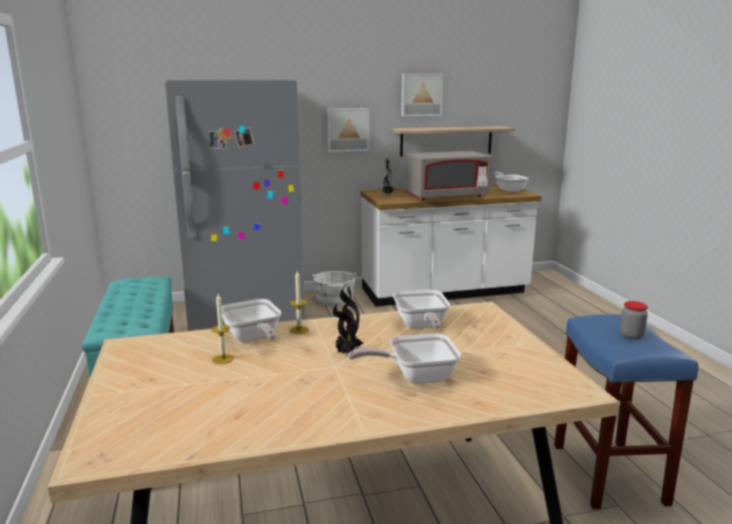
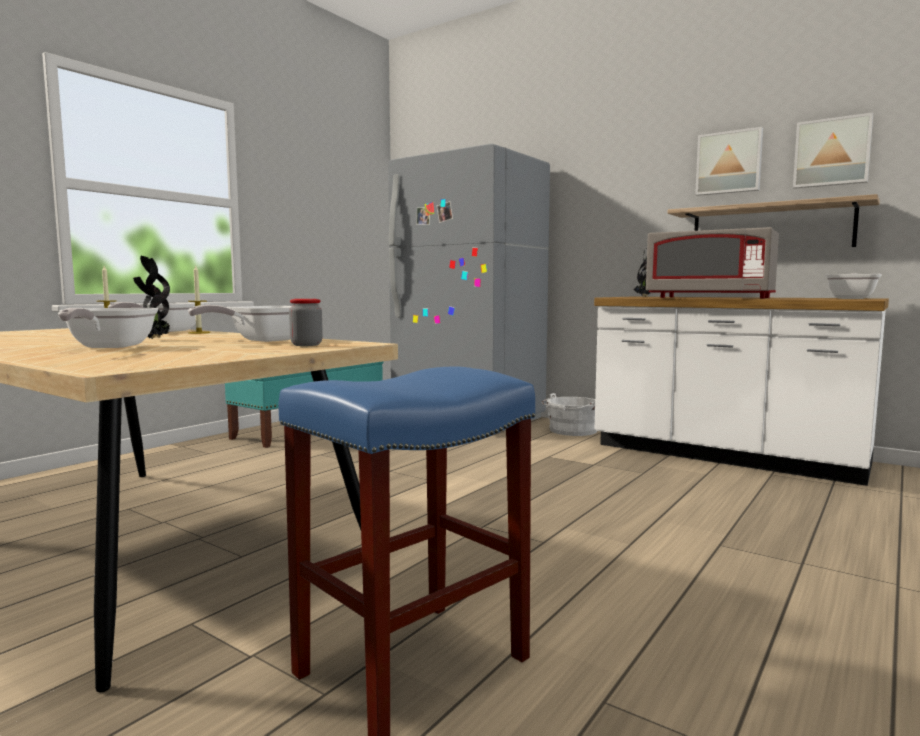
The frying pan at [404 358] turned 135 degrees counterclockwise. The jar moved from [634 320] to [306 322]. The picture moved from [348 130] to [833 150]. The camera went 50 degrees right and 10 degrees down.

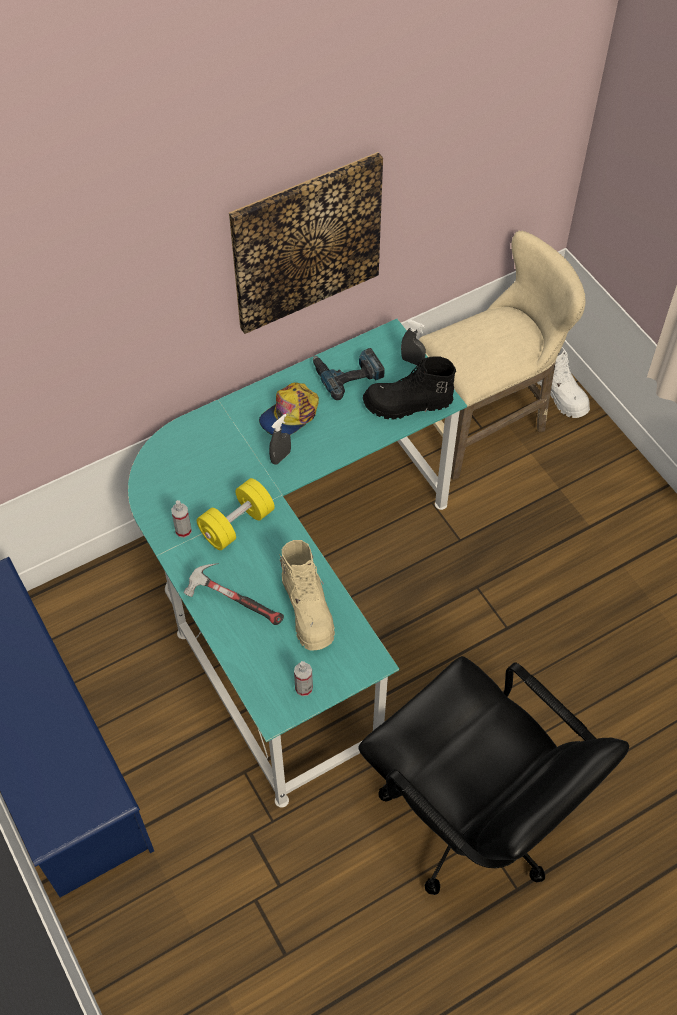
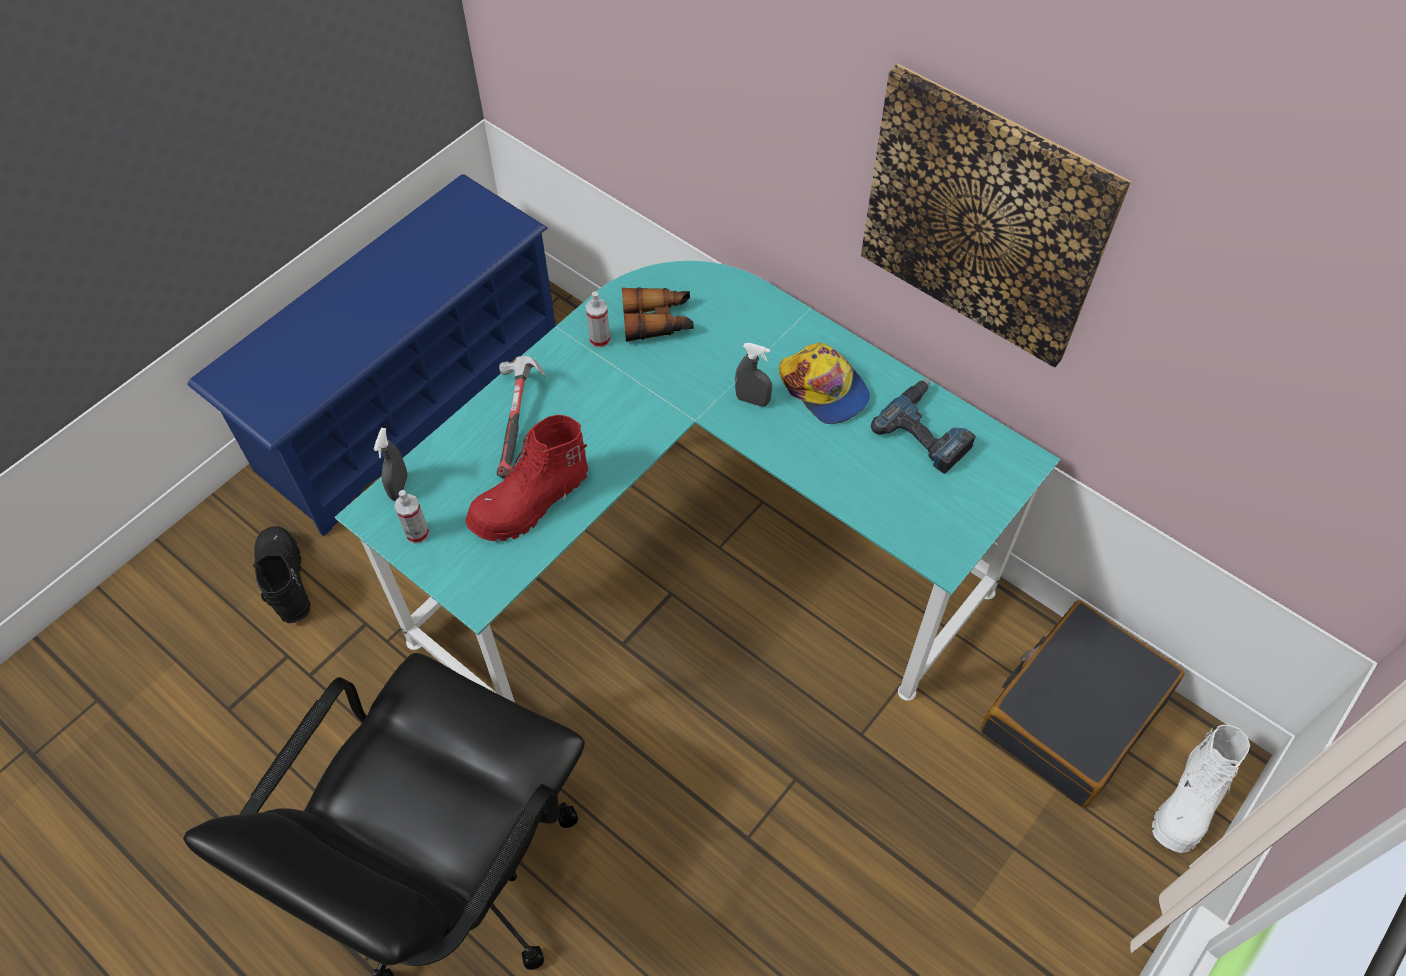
The black boot moved from [409 388] to [282 574]. The grey spray bottle moved from [413 343] to [391 464]. The beige boot at [307 595] became the red boot at [526 478]. The binoculars at [658 314] appeared. The cap at [289 409] turned 150 degrees counterclockwise. The beige stool at [502 355] was replaced by the black suitcase at [1082 704]. The yellow dumbbell at [236 514] disappeared. The camera went 70 degrees right and 0 degrees up.

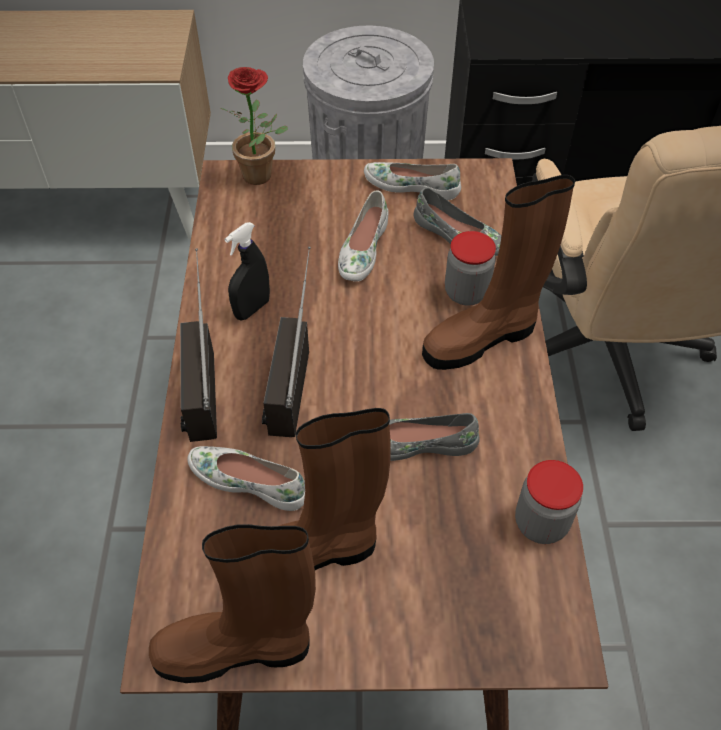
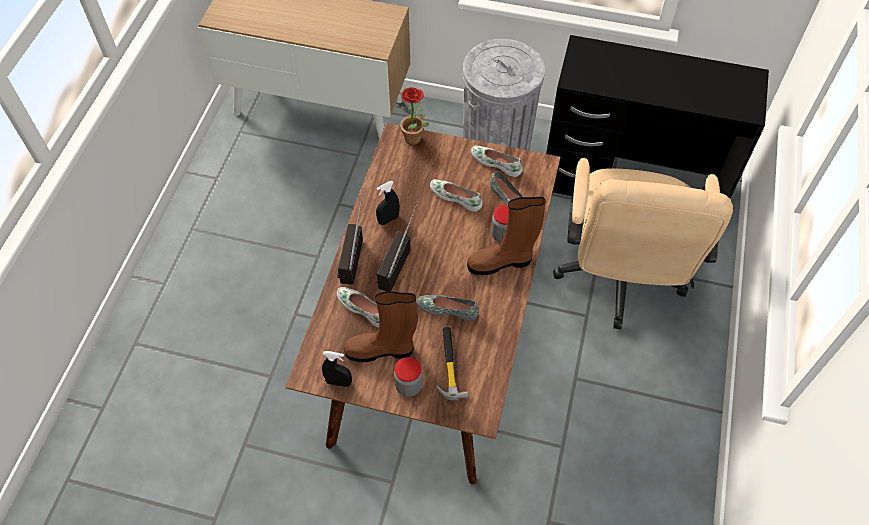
The brown boot at [232 603] was replaced by the black spray bottle at [337 369]. The jar moved from [549 502] to [408 377]. The white shoe at [363 236] turned 90 degrees clockwise. The hammer at [452 363] appeared. The camera went 15 degrees right and 5 degrees up.

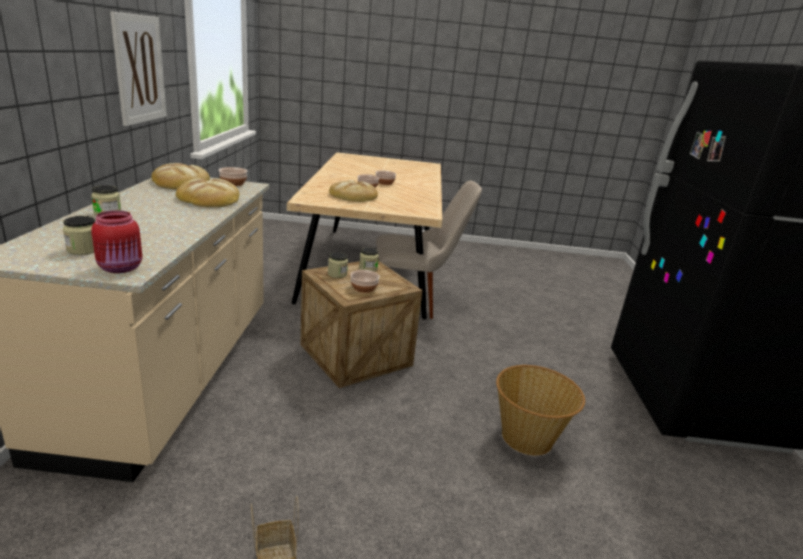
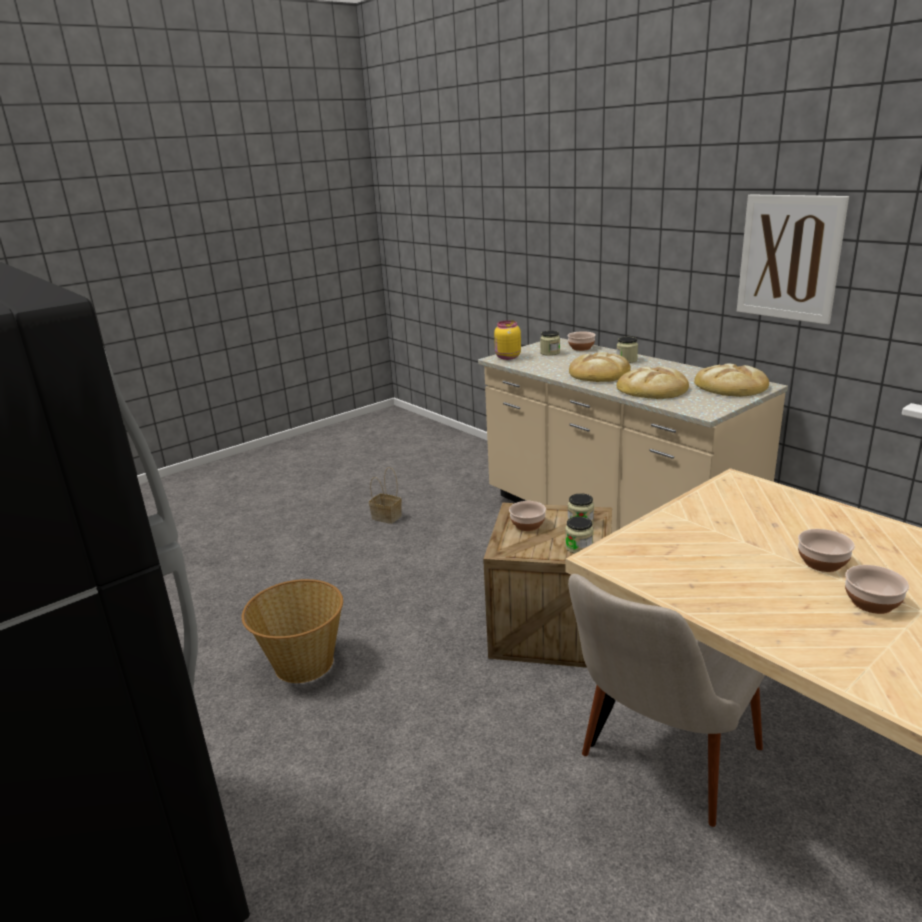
The red jar at [116 241] became the yellow jar at [507 340]. The bowl moved from [233 176] to [582 341]. The bread moved from [353 191] to [600 367]. The camera went 140 degrees right and 0 degrees up.

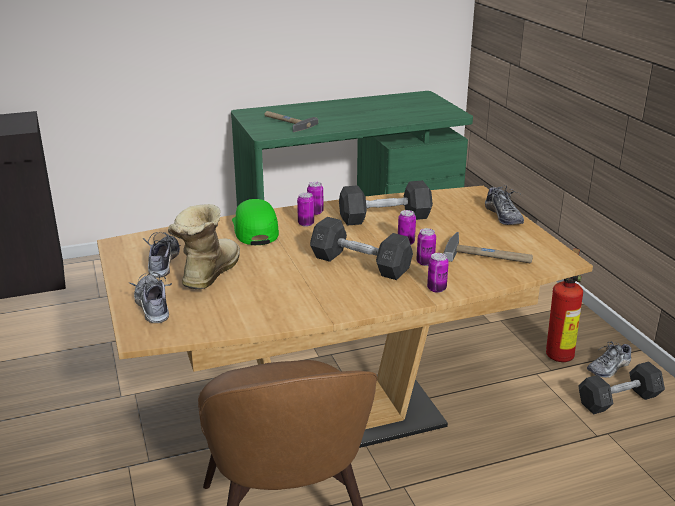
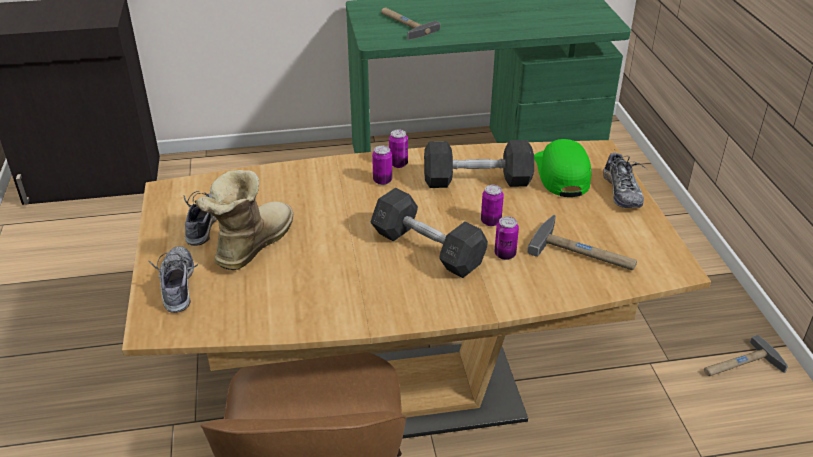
The green cap moved from [255 222] to [562 168]. The shoe at [609 359] was replaced by the hammer at [746 355]. The can at [438 273] disappeared. The fire extinguisher at [564 305] disappeared. The grey dumbbell at [622 388] disappeared. The camera went 10 degrees right and 10 degrees up.

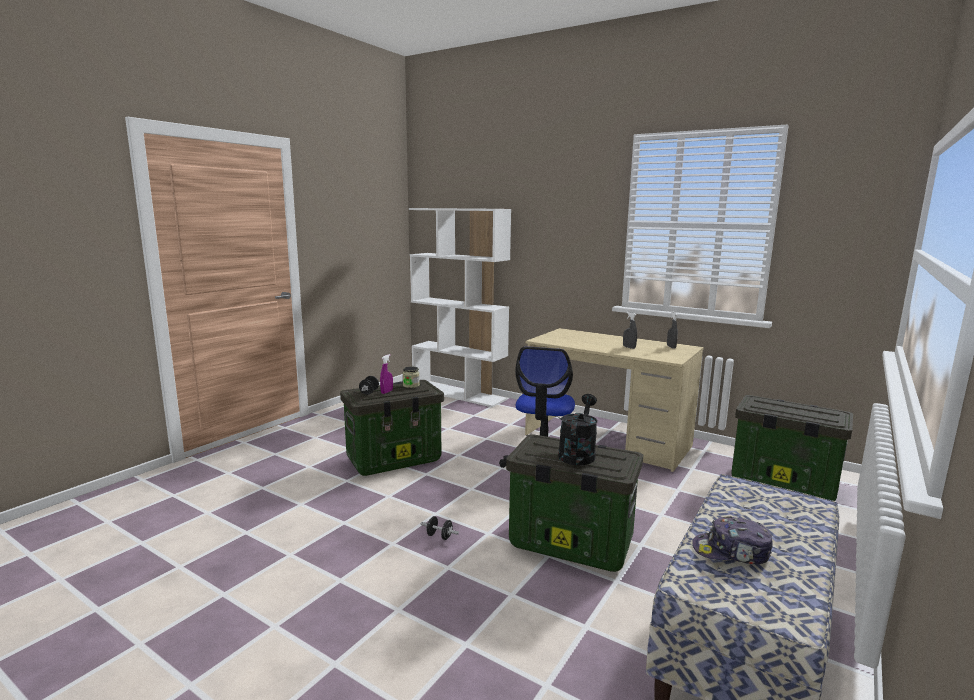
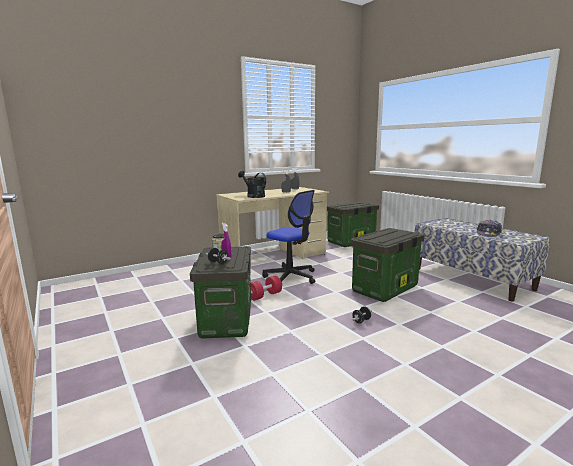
The black watering can moved from [578 429] to [252 184]. The red dumbbell at [266 288] appeared. The white bookcase at [460 307] disappeared. The camera went 65 degrees left and 0 degrees up.

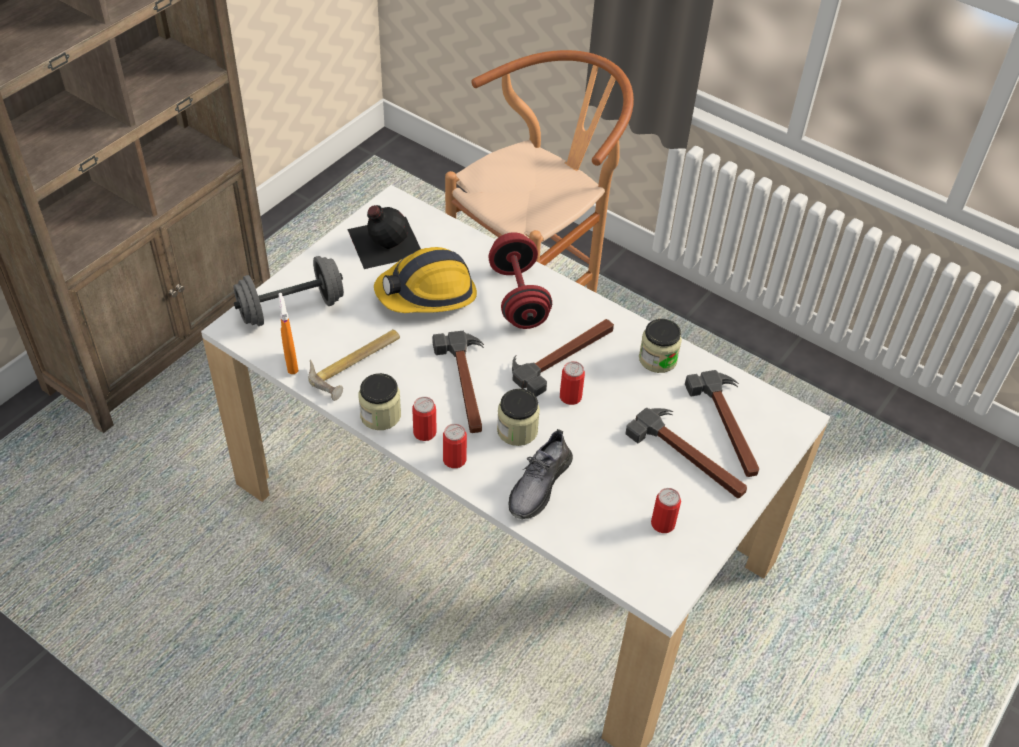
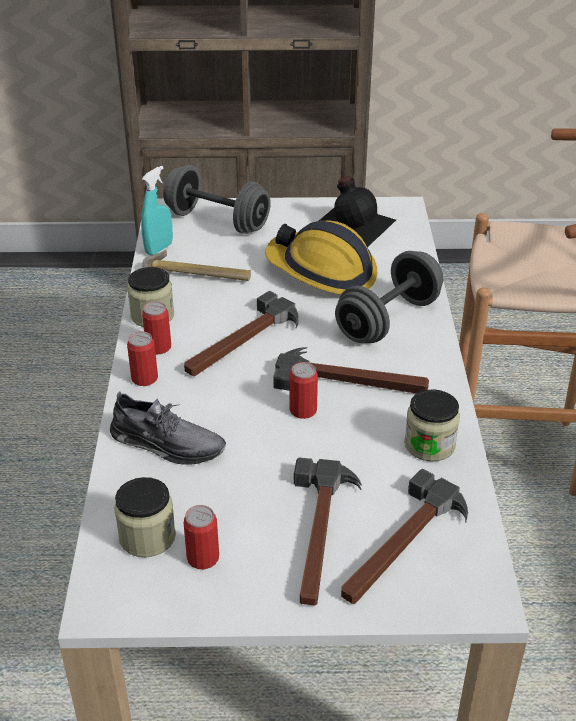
The grey shoe at [541 474] turned 150 degrees counterclockwise. The jar moved from [518 417] to [145 517]. The orange spray bottle at [288 333] became the turquoise spray bottle at [157 210]. The red dumbbell at [520 280] became the grey dumbbell at [389 297]. The camera went 55 degrees right and 10 degrees down.

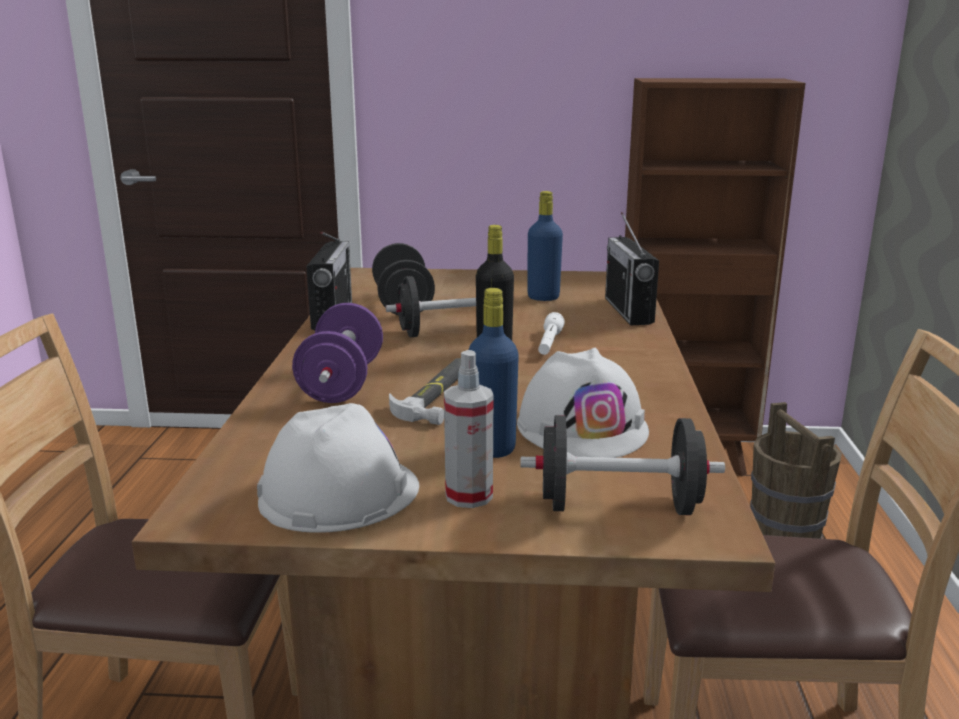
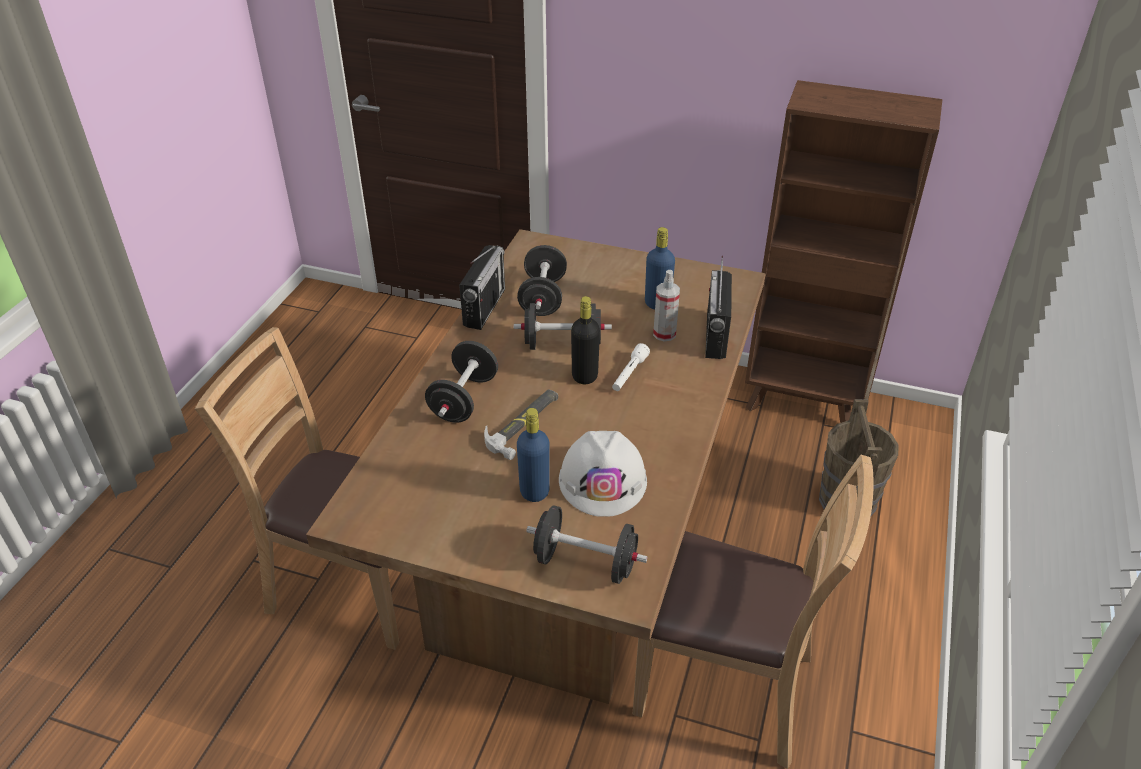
The purple dumbbell at [337 353] became the black dumbbell at [461 382]. The spray bottle moved from [468 429] to [666 305]. The white hard hat at [338 468] disappeared. The camera went 15 degrees right and 20 degrees up.

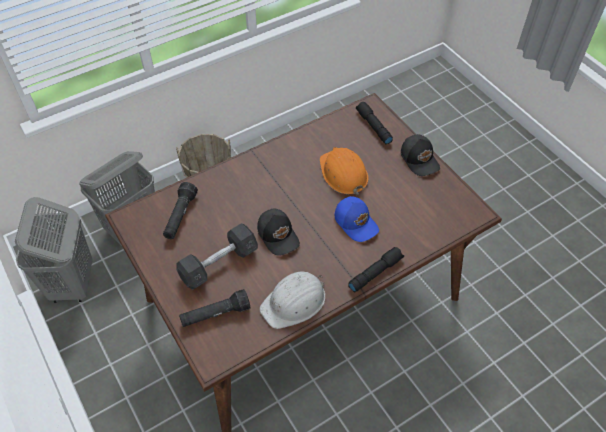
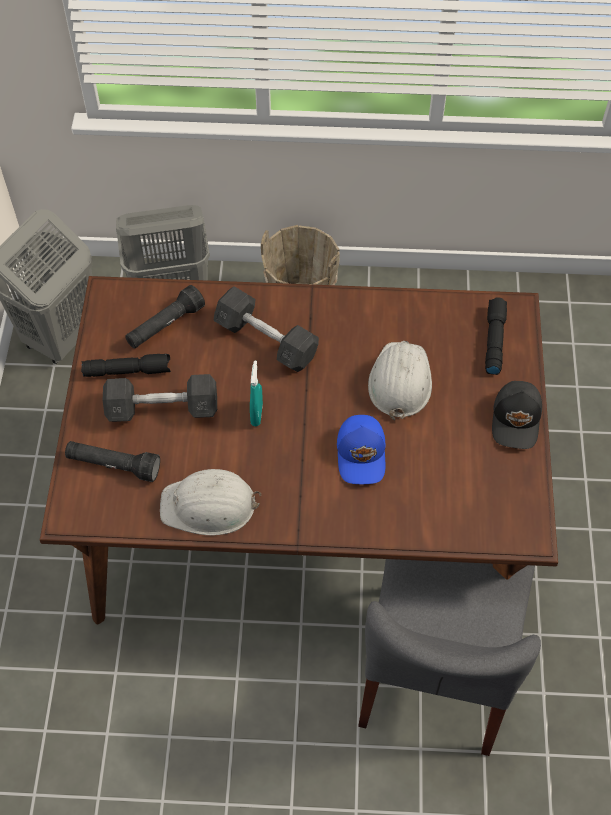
The black flashlight moved from [376 269] to [126 365]. The grey dumbbell at [266 329] appeared. The black cap at [278 232] was replaced by the turquoise spray bottle at [256 393]. The grey chair at [449 657] appeared. The orange hard hat at [344 171] became the white hard hat at [400 381]. The camera went 35 degrees right and 5 degrees up.

